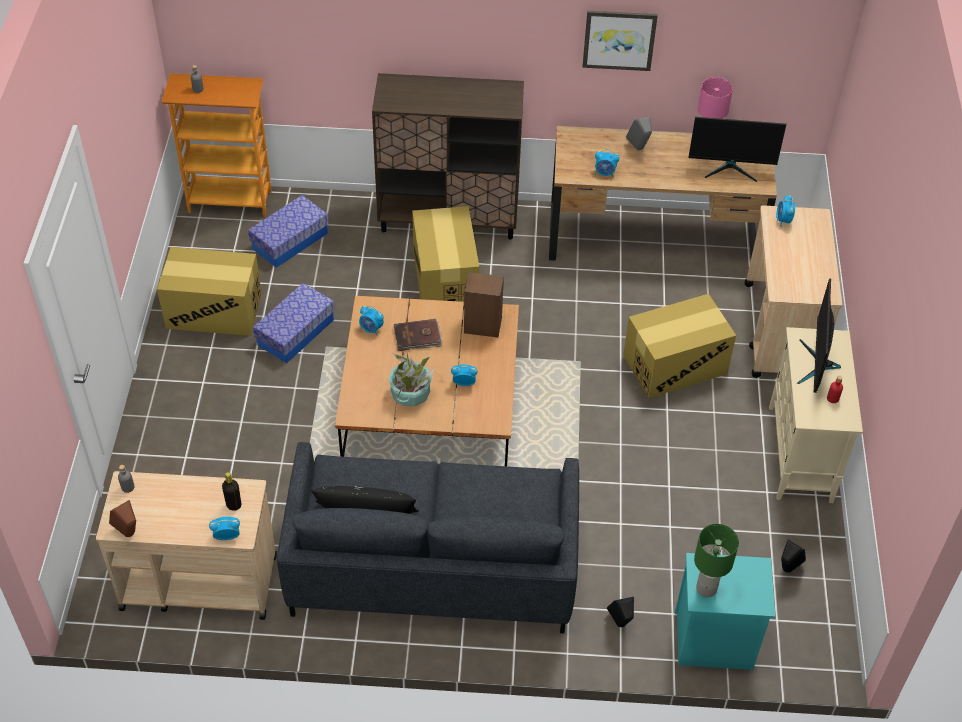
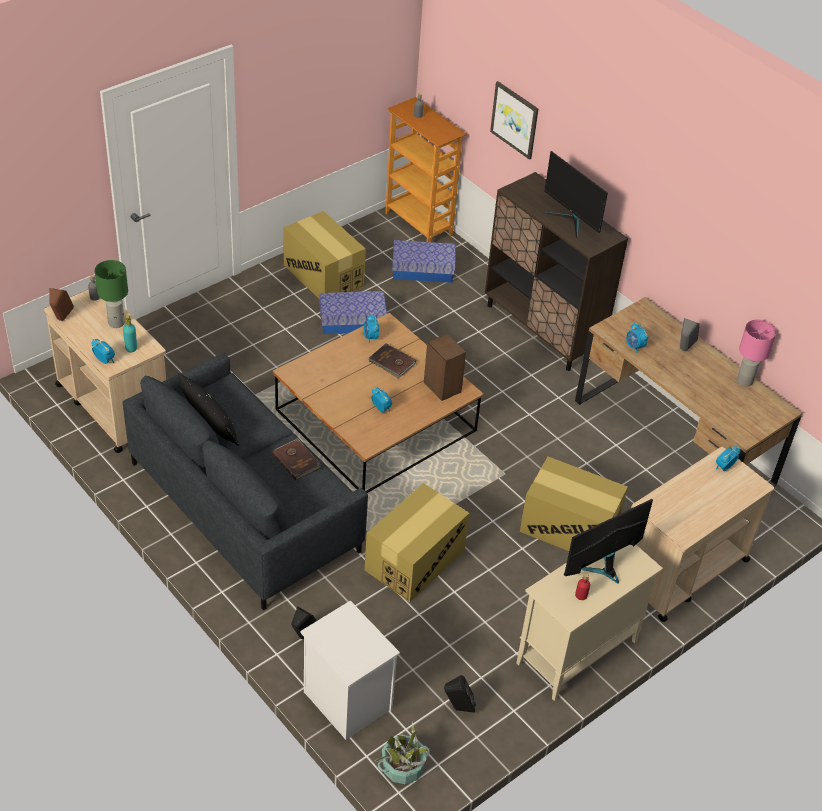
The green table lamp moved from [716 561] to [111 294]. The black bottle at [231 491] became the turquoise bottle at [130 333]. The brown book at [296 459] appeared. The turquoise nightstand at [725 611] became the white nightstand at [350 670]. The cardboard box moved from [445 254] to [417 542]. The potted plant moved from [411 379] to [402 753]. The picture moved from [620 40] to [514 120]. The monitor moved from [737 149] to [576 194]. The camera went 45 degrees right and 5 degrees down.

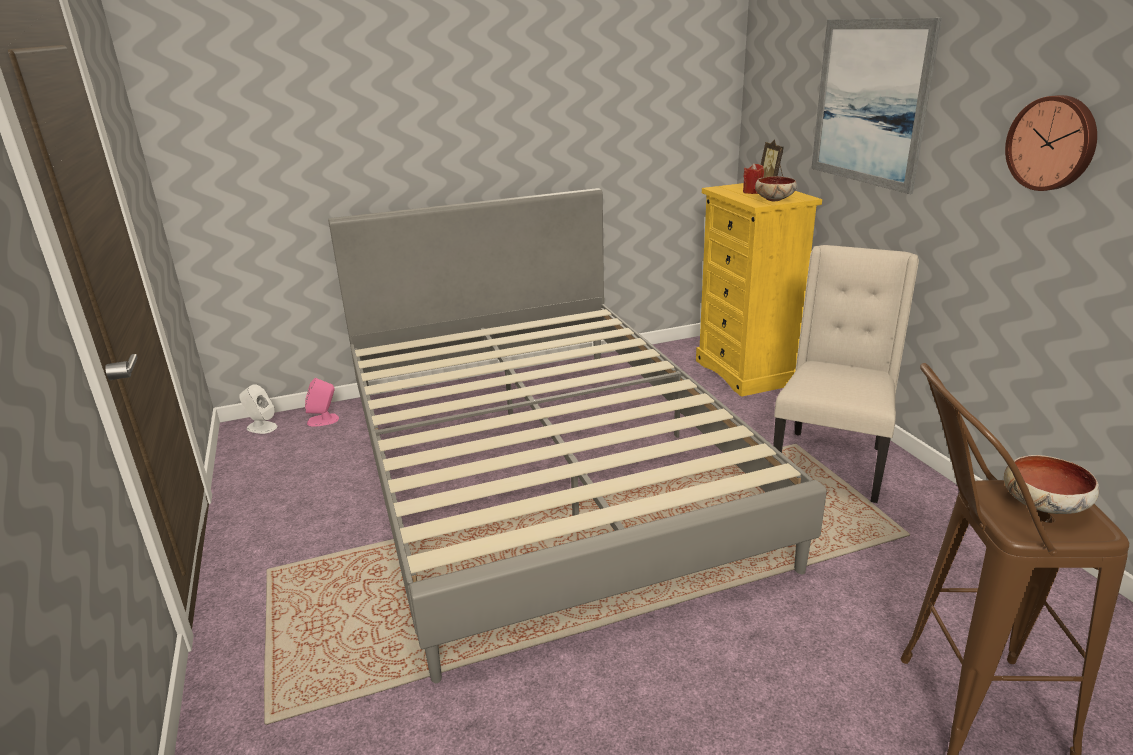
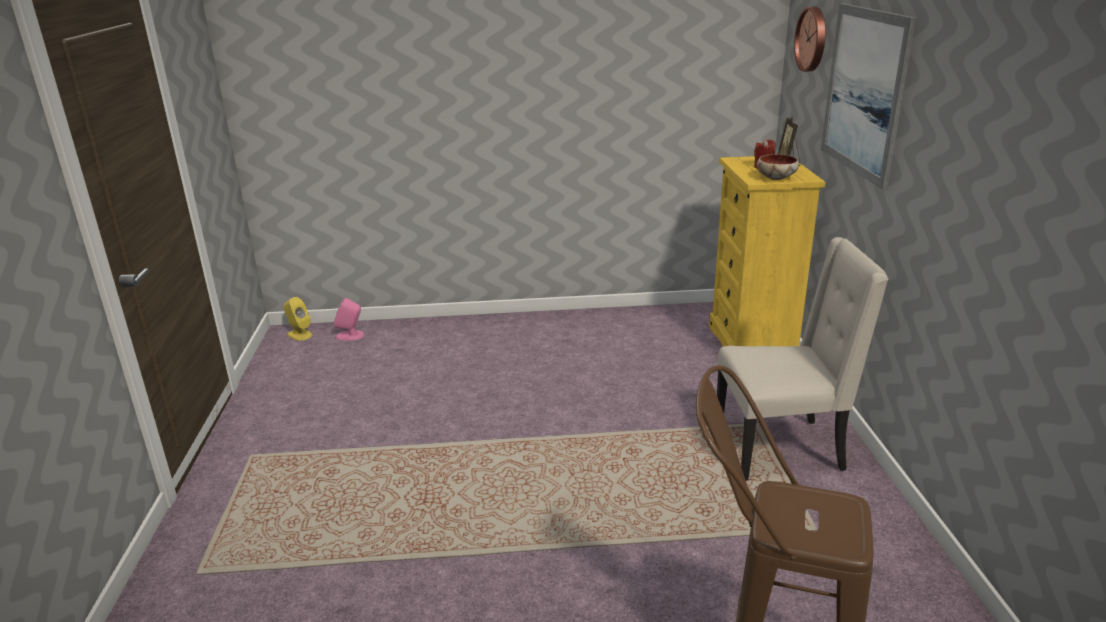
The white speaker at [258 409] became the yellow speaker at [297 318]. The beige chair at [846 374] turned 45 degrees clockwise. The wall clock moved from [1051 143] to [809 39]. The grey bed at [577 435] disappeared. The bowl at [1052 484] disappeared. The camera went 15 degrees right and 0 degrees up.

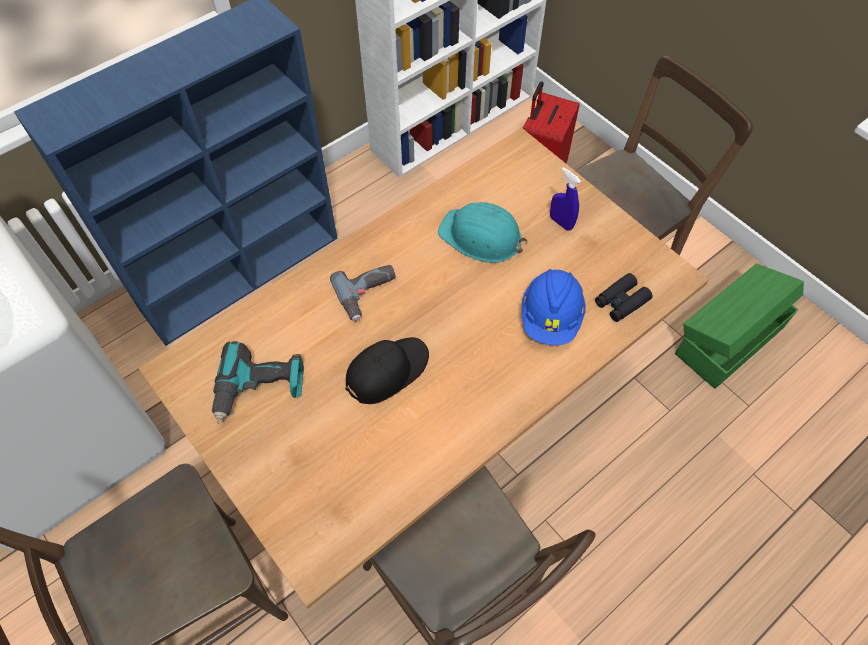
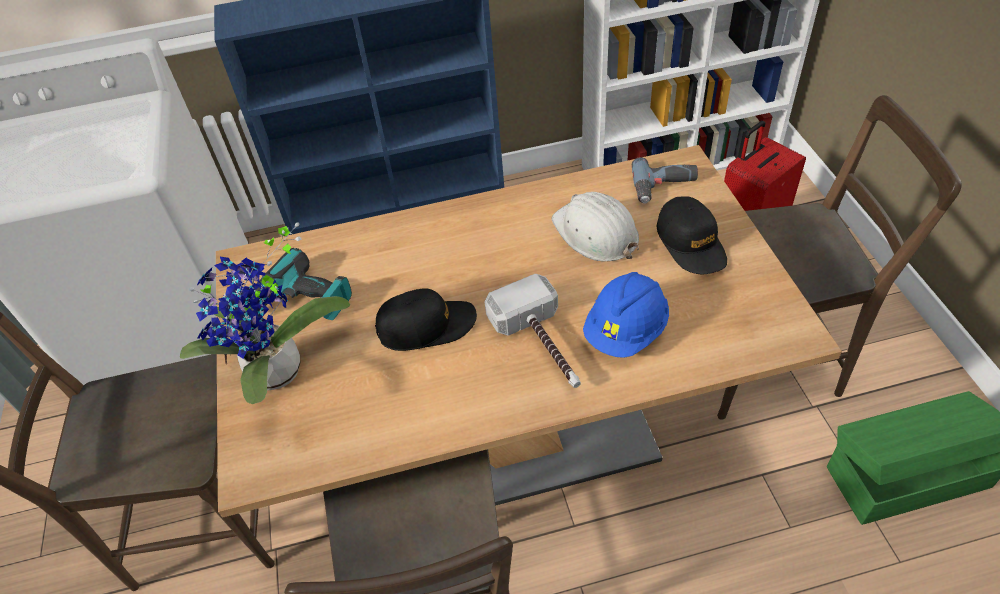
The potted plant at [265 313] appeared. The hammer at [533 331] appeared. The turquoise hard hat at [483 232] became the white hard hat at [595 226]. The power drill moved from [363 293] to [665 180]. The blue spray bottle at [565 199] was replaced by the black cap at [692 235]. The black binoculars at [624 297] disappeared. The camera went 30 degrees right and 10 degrees down.

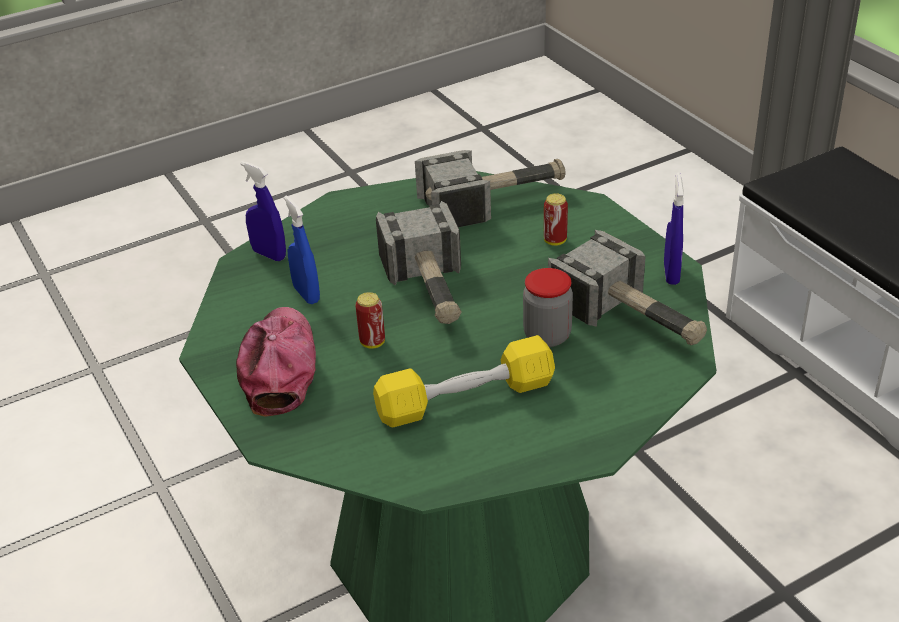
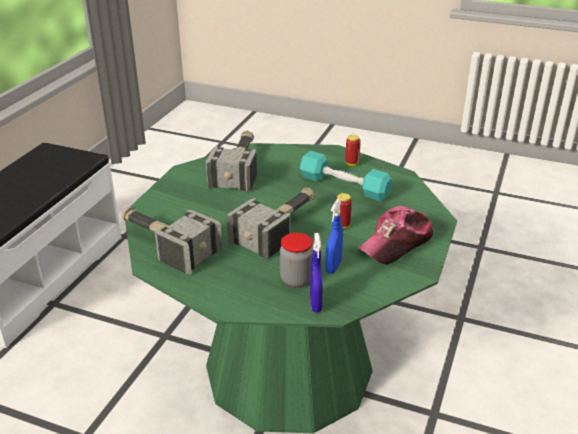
The jar moved from [548 307] to [296 260]. The yellow dumbbell at [464 381] became the turquoise dumbbell at [346 176]. The can moved from [556 219] to [353 150]. The blue spray bottle at [674 229] disappeared. The camera went 130 degrees left and 5 degrees down.

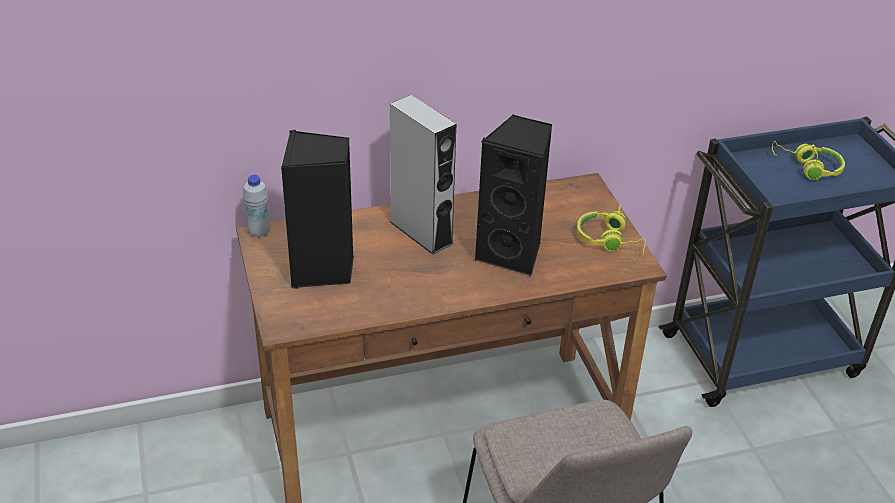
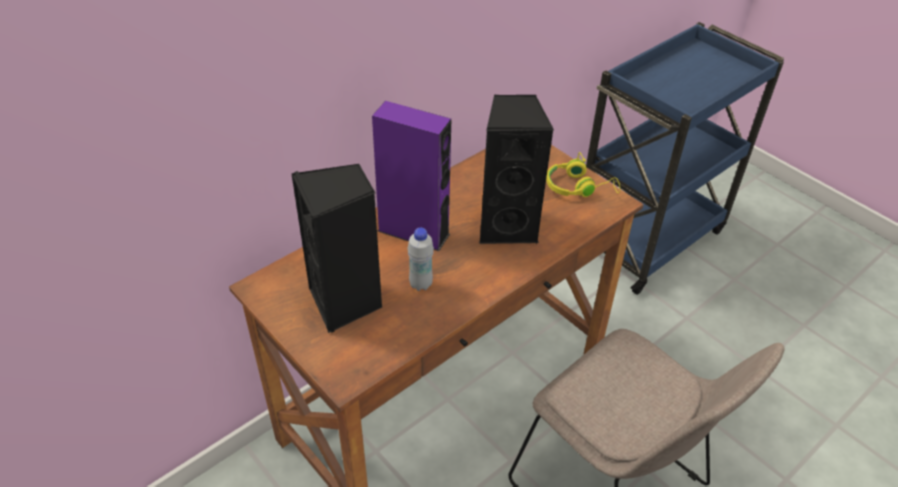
The grey speaker at [423 175] became the purple speaker at [411 176]. The white bottle moved from [256 206] to [421 259]. The yellow headphones at [808 160] disappeared. The camera went 25 degrees left and 5 degrees up.

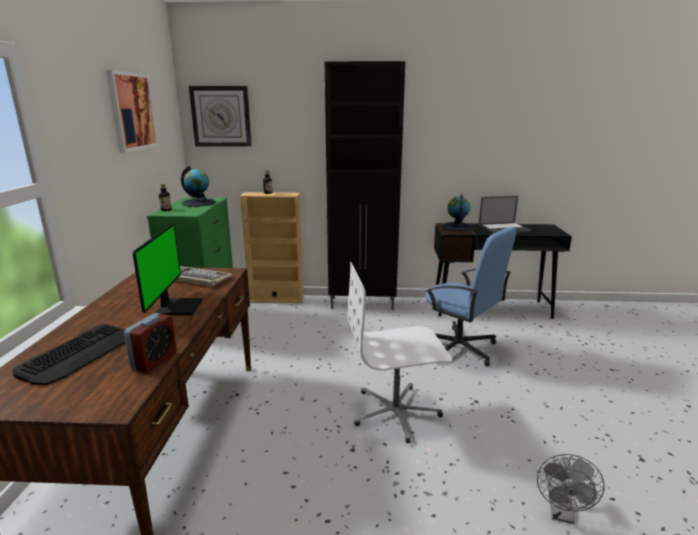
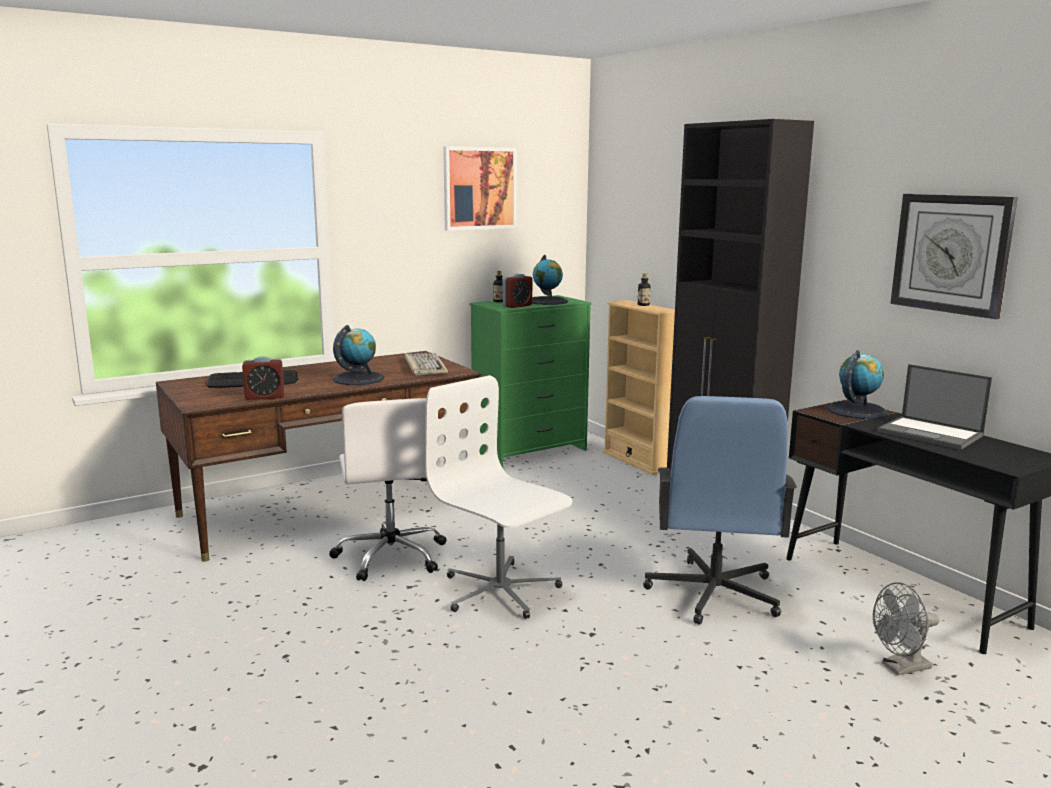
The white office chair at [387 489] appeared. The monitor at [168 269] was replaced by the globe at [358 355]. The alarm clock at [517 291] appeared. The grey fan moved from [571 489] to [906 628]. The wall clock moved from [220 116] to [954 256]. The camera went 55 degrees right and 5 degrees down.

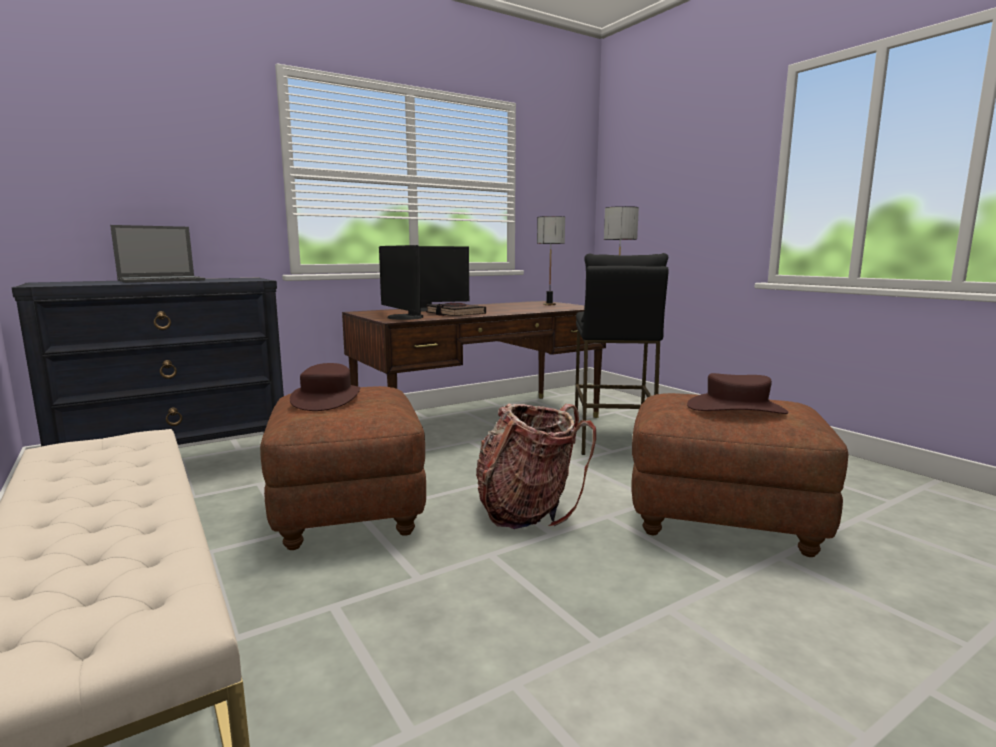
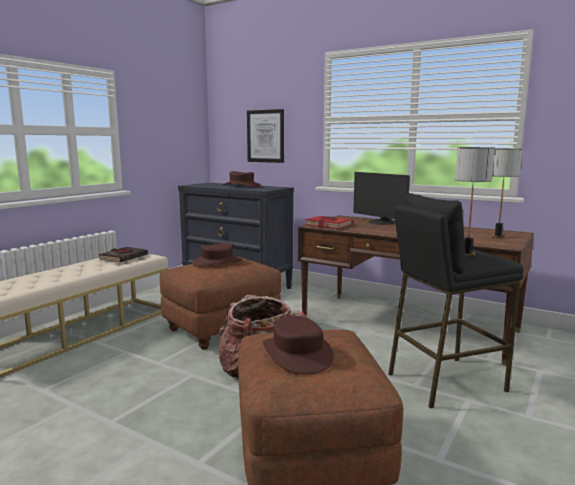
The black book moved from [456 309] to [123 255]. The laptop at [157 254] was replaced by the brown hat at [242 179]. The picture at [265 136] appeared. The monitor at [401 282] was replaced by the red book at [329 222]. The camera went 65 degrees right and 0 degrees up.

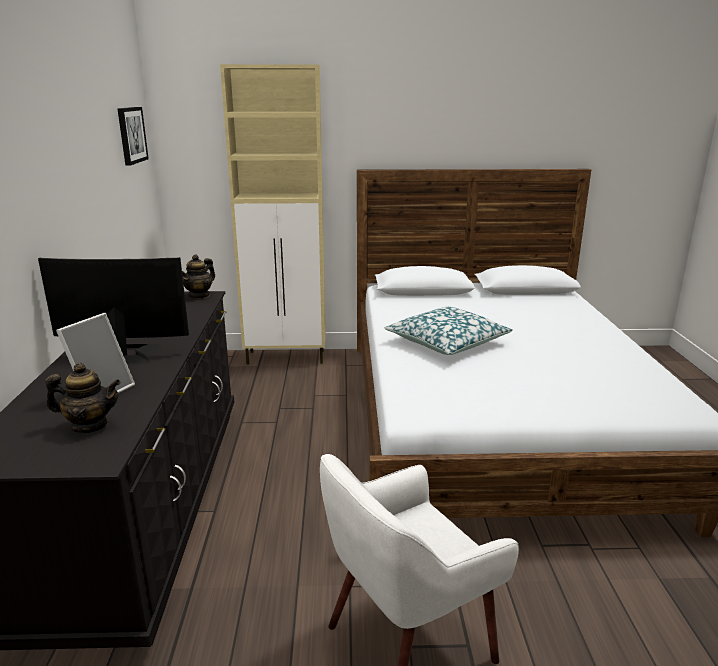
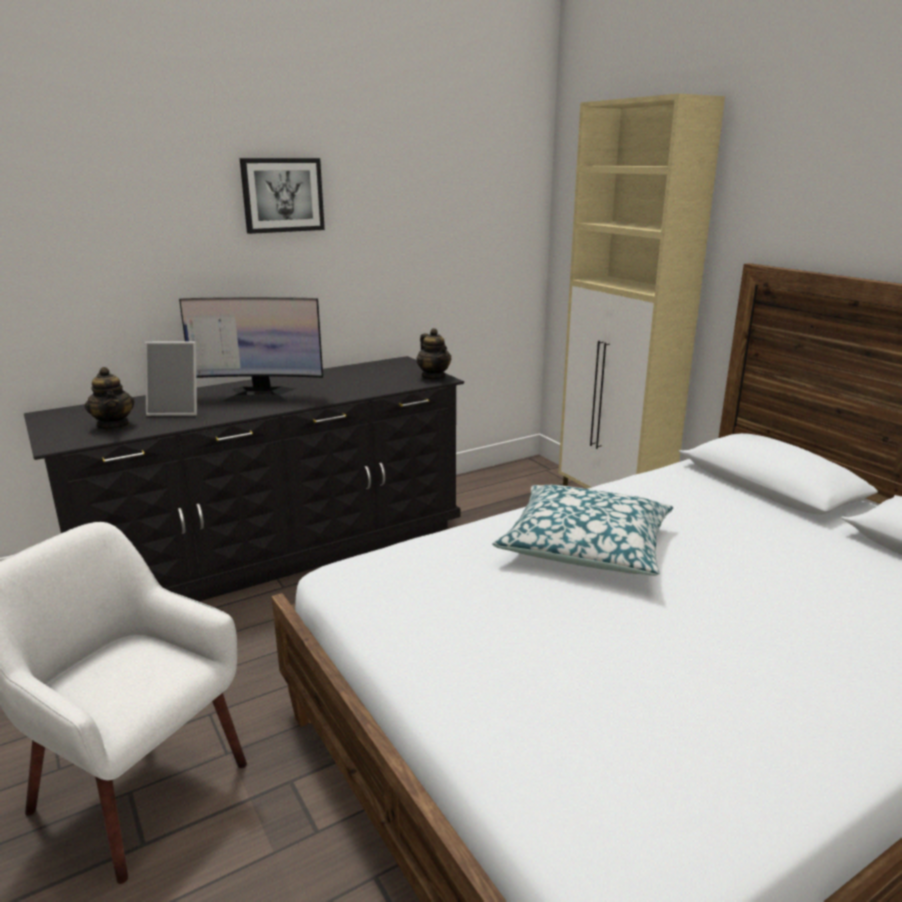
The monitor at [113 310] turned 120 degrees clockwise. The picture moved from [133 136] to [282 196]. The teapot at [198 276] turned 120 degrees counterclockwise. The camera went 60 degrees right and 0 degrees up.

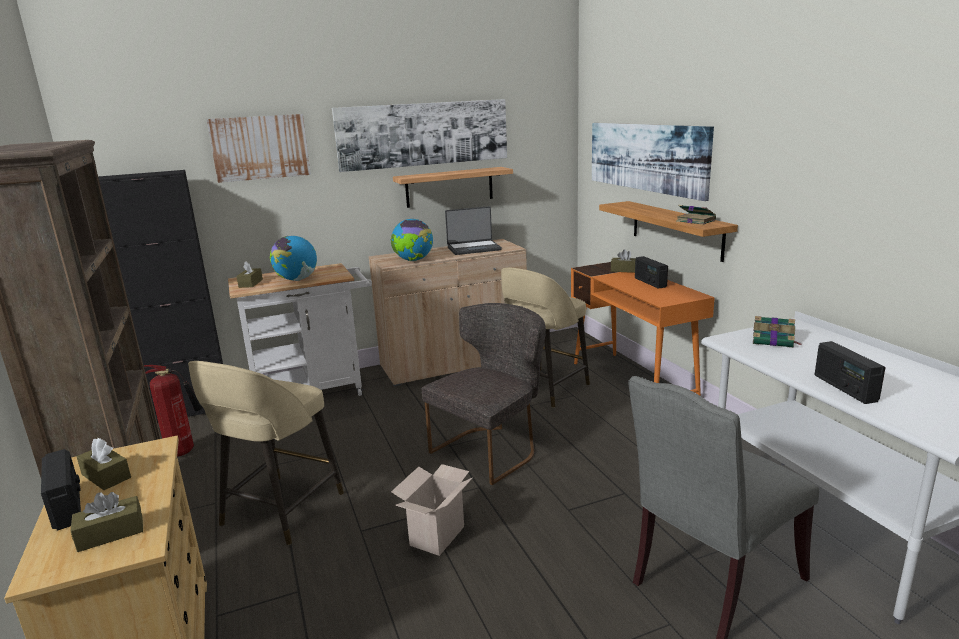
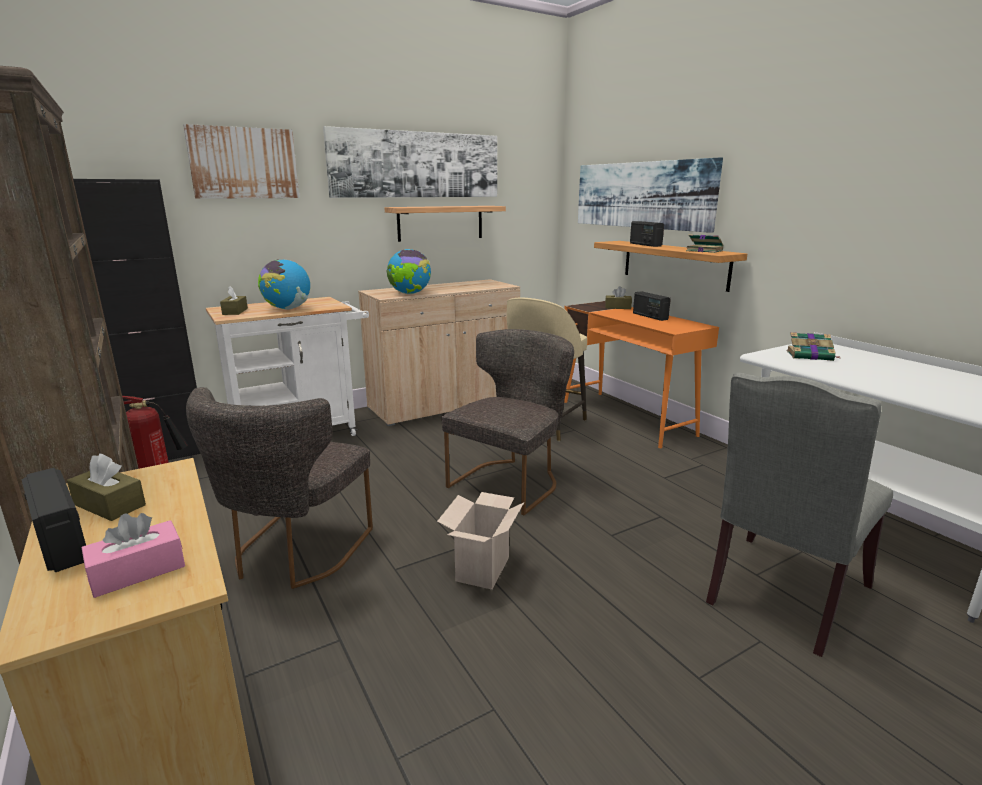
The brown tissue box at [107 522] became the pink tissue box at [133 555]. The beige stool at [266 453] was replaced by the grey chair at [279 488]. The radio moved from [850 372] to [647 234]. The laptop at [473 230] disappeared. The camera went 10 degrees left and 0 degrees up.

